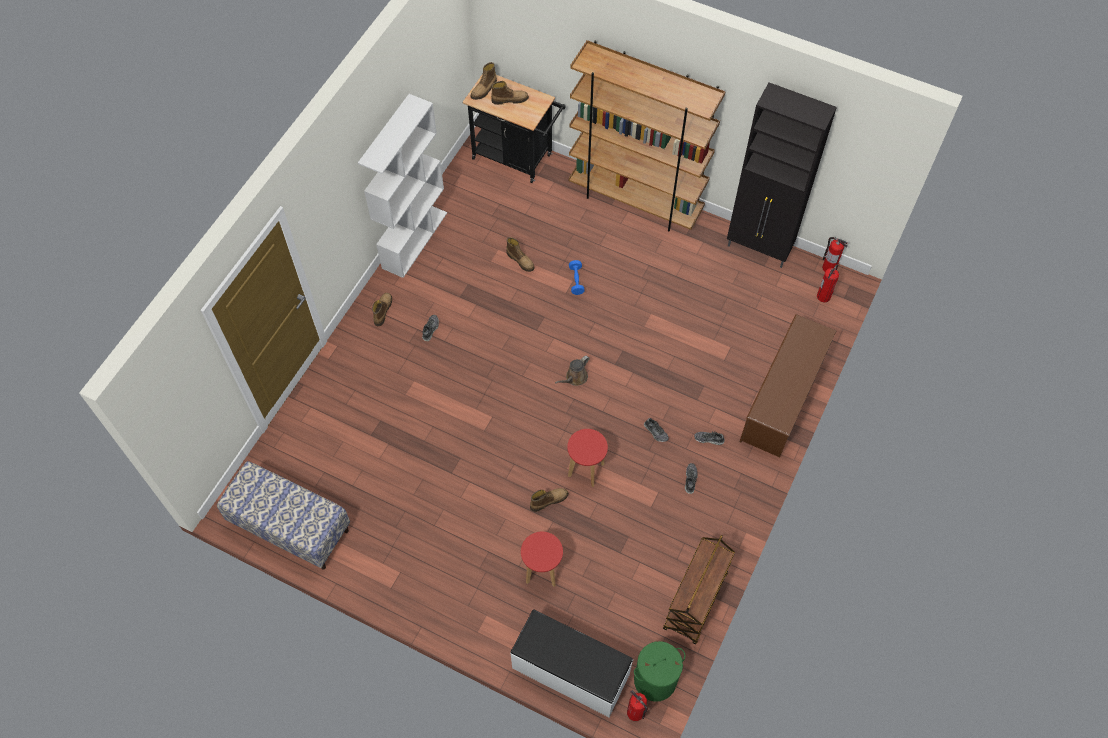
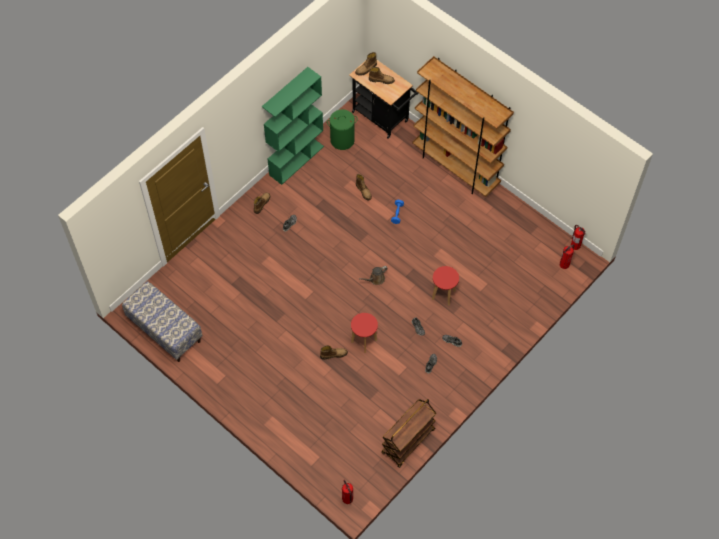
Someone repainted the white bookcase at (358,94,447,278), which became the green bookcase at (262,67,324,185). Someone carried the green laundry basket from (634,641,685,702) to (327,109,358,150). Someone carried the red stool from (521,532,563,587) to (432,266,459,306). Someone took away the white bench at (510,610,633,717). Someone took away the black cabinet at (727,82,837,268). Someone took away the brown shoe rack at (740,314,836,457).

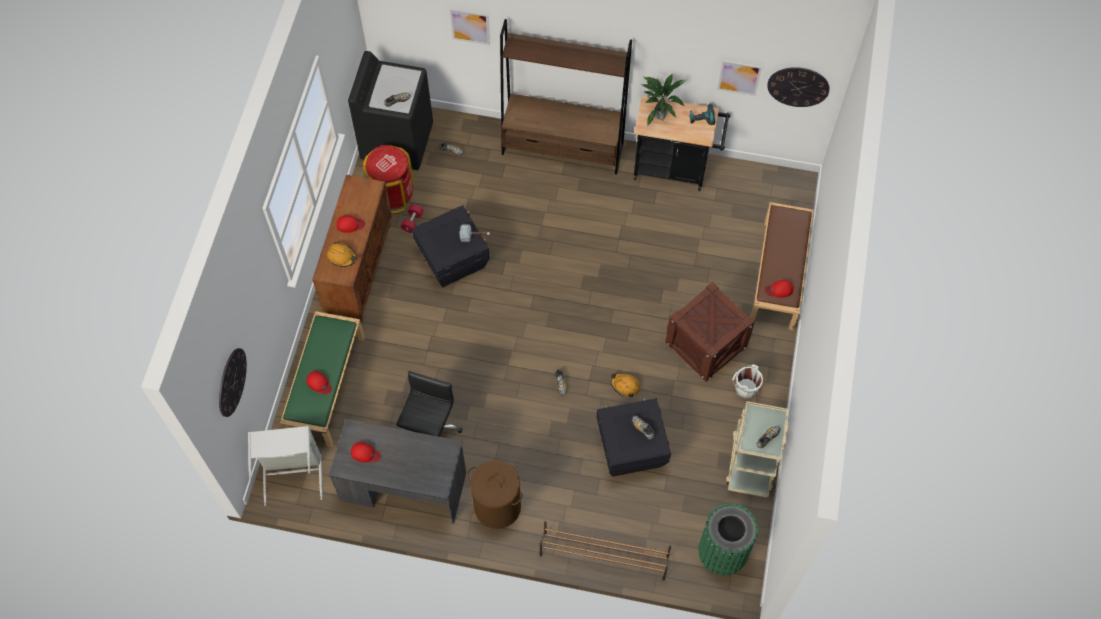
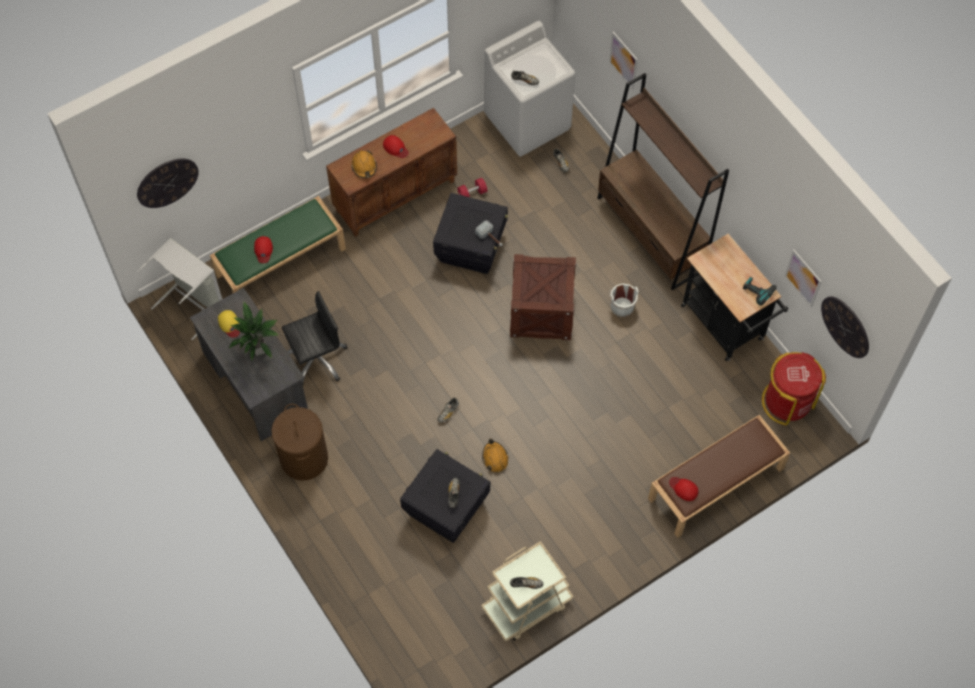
Someone repainted the red cap at (351,442,381,463), which became the yellow cap at (218,310,240,338). Someone carried the potted plant from (641,74,686,126) to (228,302,279,360). Someone repainted the black washing machine at (348,51,433,170), which became the white washing machine at (484,21,575,157). Someone carried the crate from (665,282,755,382) to (509,254,577,340). Someone carried the white bucket from (732,364,763,399) to (608,284,639,317). Someone carried the red trash can from (363,145,414,213) to (762,352,826,426). Someone took away the brown shoe rack at (540,521,671,581). Someone took away the green trash can at (698,503,758,576).

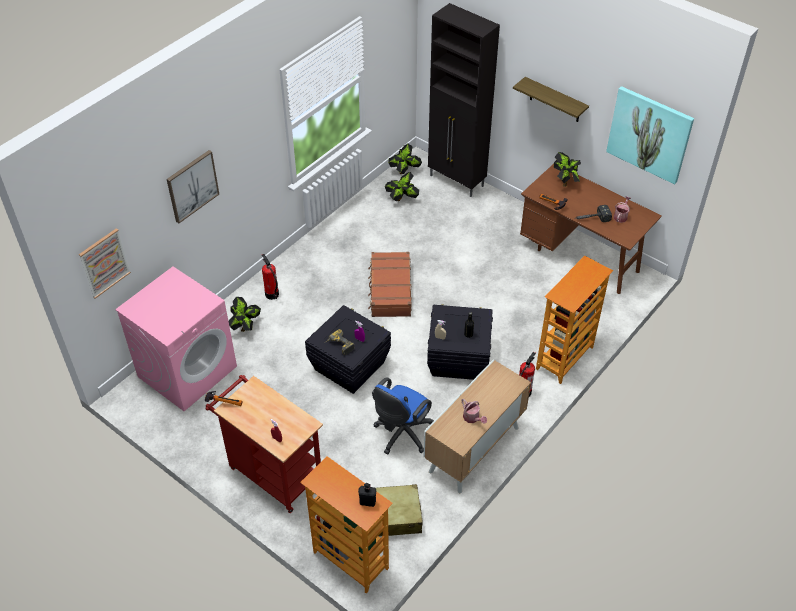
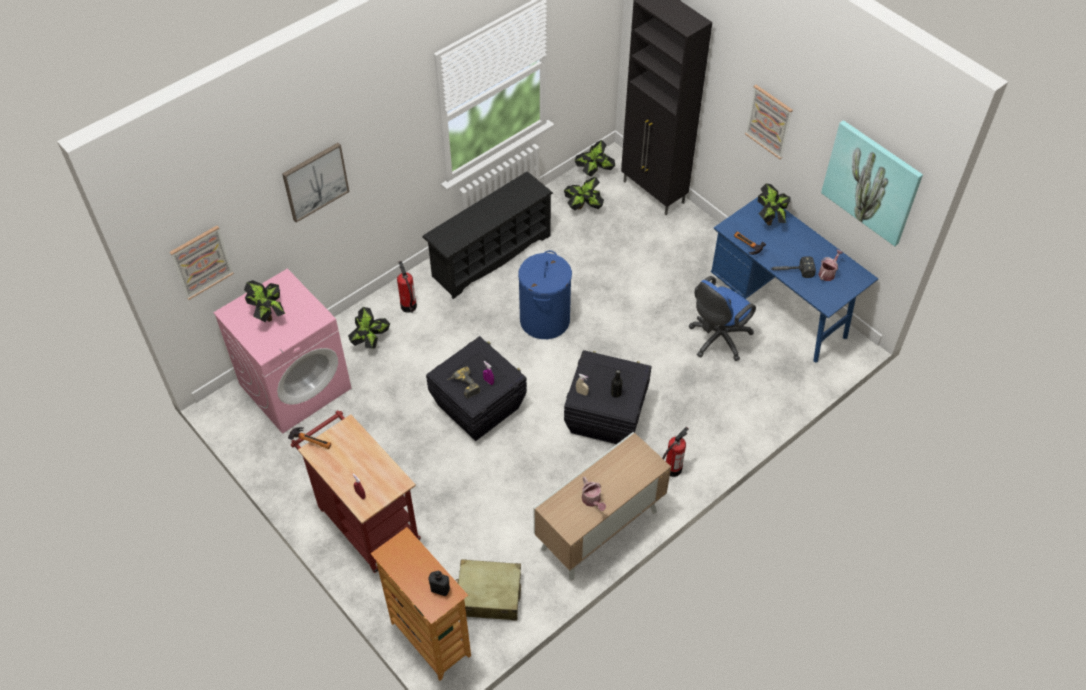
Someone put down the potted plant at (244,280,285,322). Someone put down the black shoe rack at (422,172,553,299). Someone swapped the brown suitcase at (368,252,412,317) for the blue laundry basket at (518,250,572,339). Someone carried the blue office chair from (372,377,434,454) to (689,276,756,361). Someone repainted the brown desk at (520,164,662,294), which became the blue desk at (711,197,878,363). Someone swapped the shelf at (513,77,589,122) for the picture at (745,85,793,159). Someone took away the bookcase at (536,255,613,384).

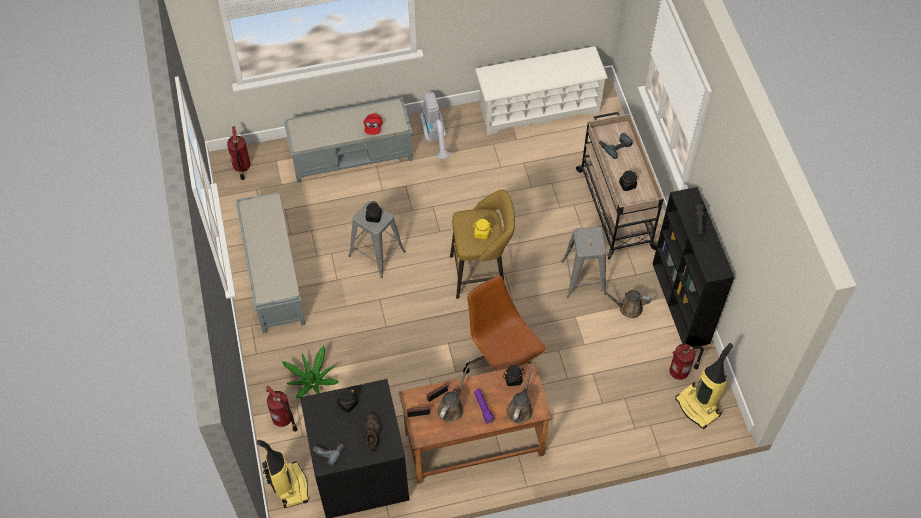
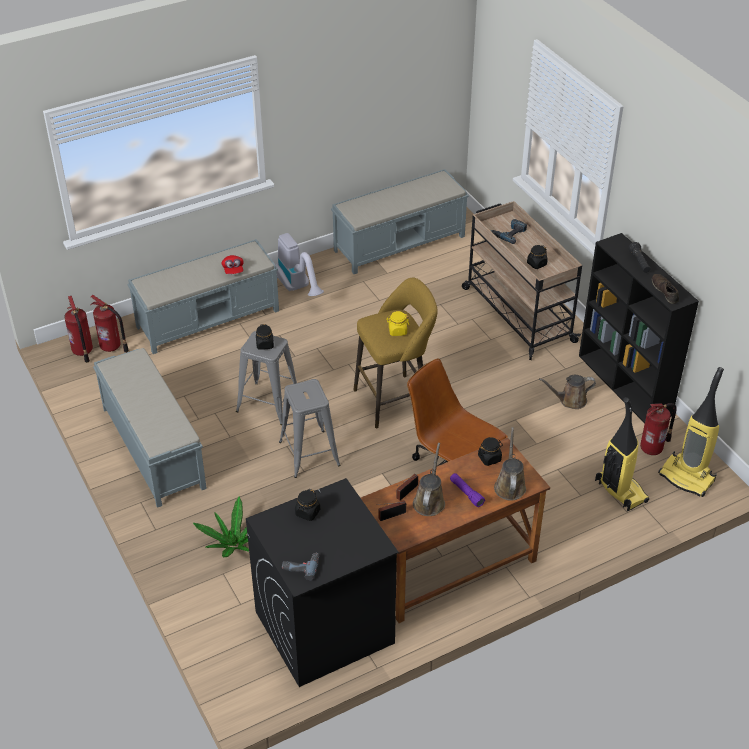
Someone carried the fire extinguisher from (266,385,298,432) to (91,295,129,353). Someone carried the grey stool from (562,227,606,298) to (279,379,341,478). Someone swapped the white shoe rack at (475,46,608,135) for the grey bench at (331,169,469,274). Someone carried the vacuum cleaner from (257,440,309,508) to (595,397,649,511). Someone carried the brown shoe from (366,413,381,452) to (652,274,679,304).

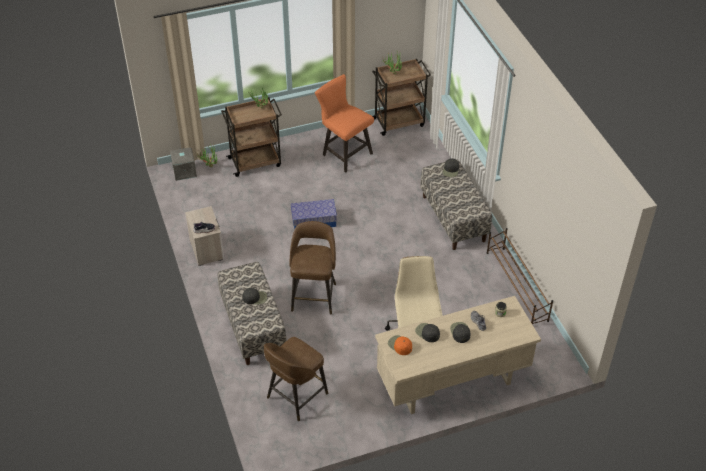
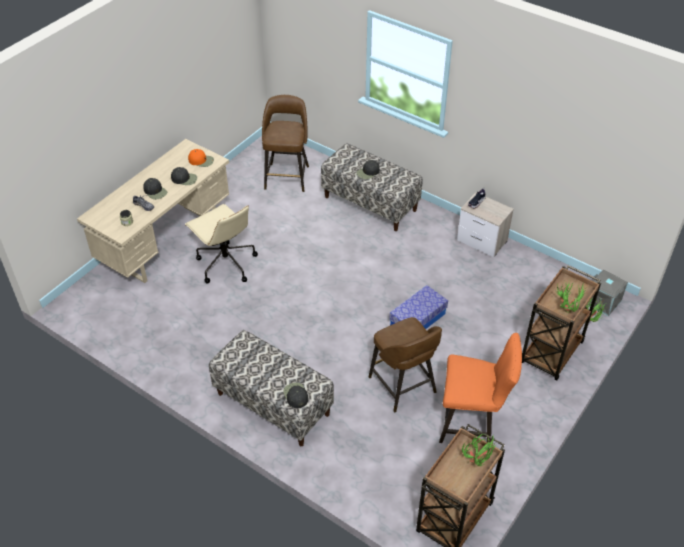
Someone carried the brown stool from (290,221,336,314) to (369,317,442,412). Someone took away the brown shoe rack at (487,228,553,324).

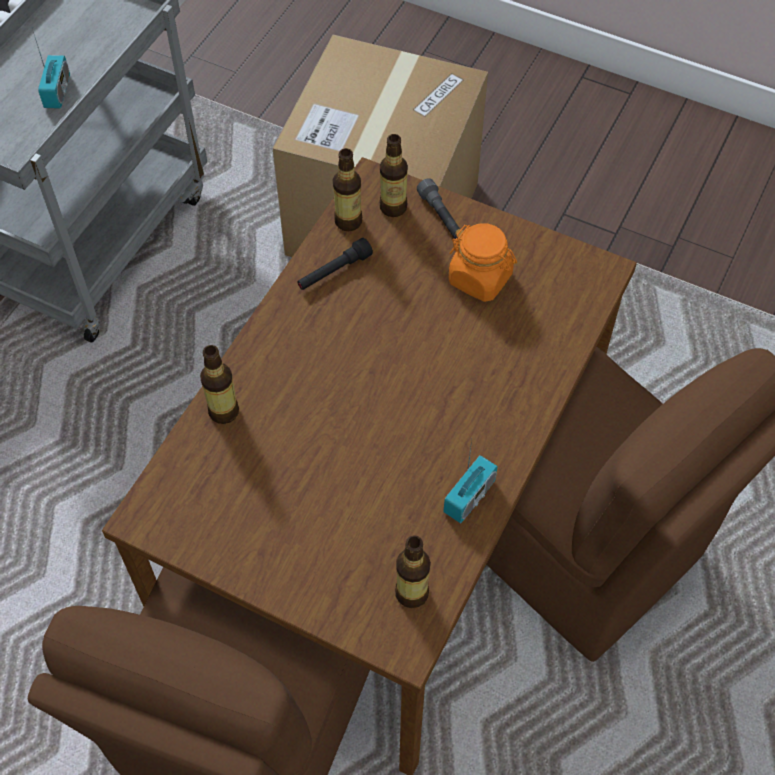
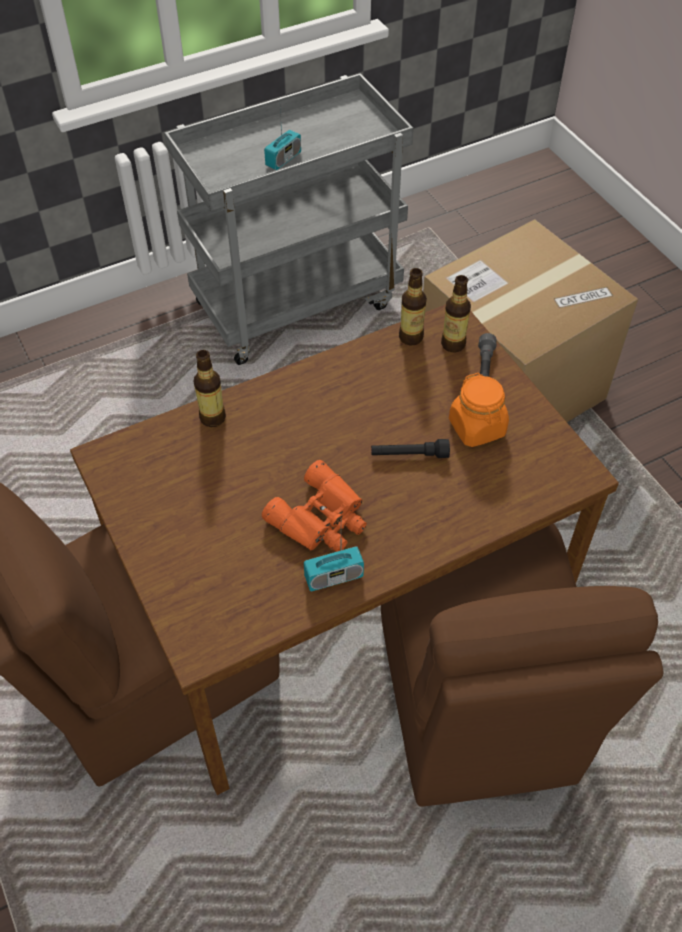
Someone put down the orange binoculars at (262,460,367,552). Someone carried the black flashlight from (297,238,373,290) to (371,439,450,458). Someone took away the bottle at (395,535,431,608).

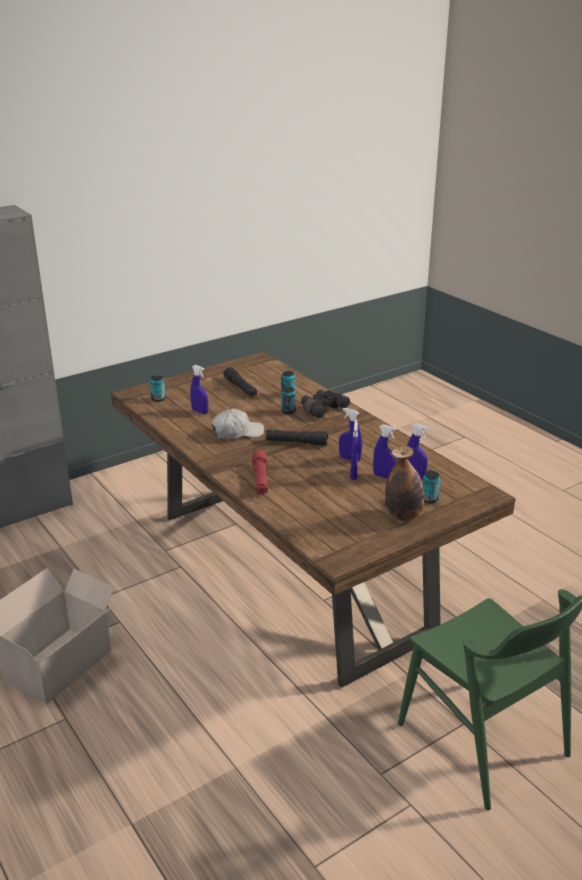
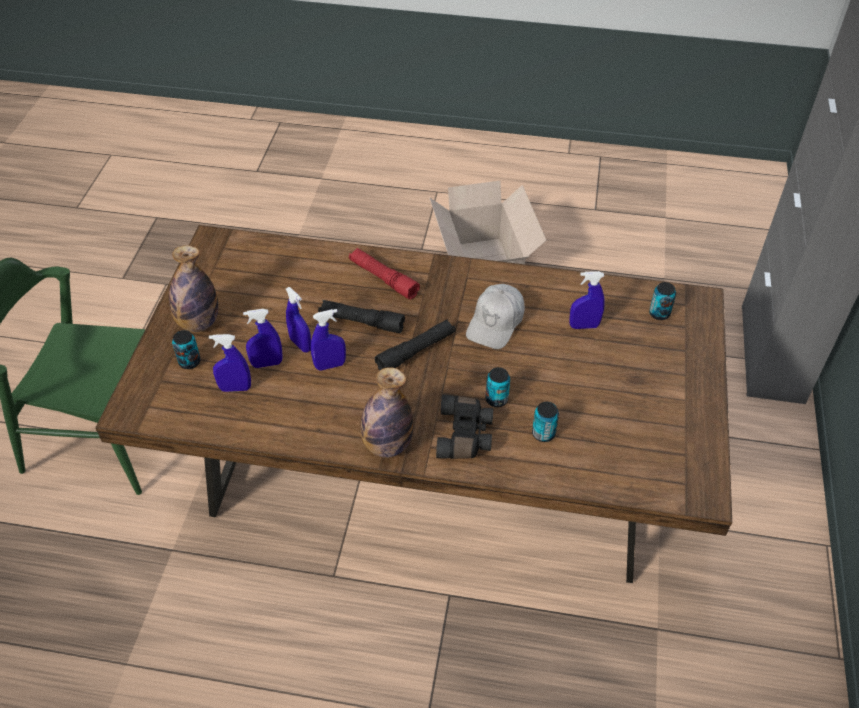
Someone carried the black flashlight from (223,367,257,397) to (318,300,405,333). Someone put down the bottle at (360,367,413,458).

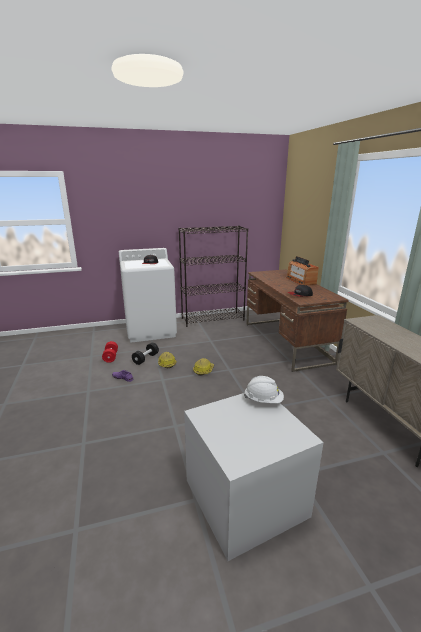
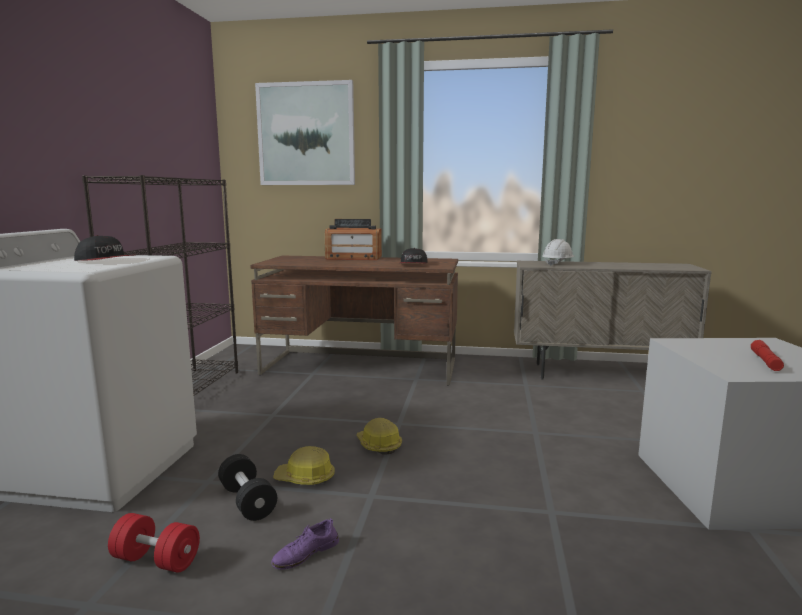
Someone put up the picture at (255,80,355,185). Someone carried the white hard hat from (244,376,284,403) to (542,239,574,266). Someone put down the red flashlight at (751,340,784,371).

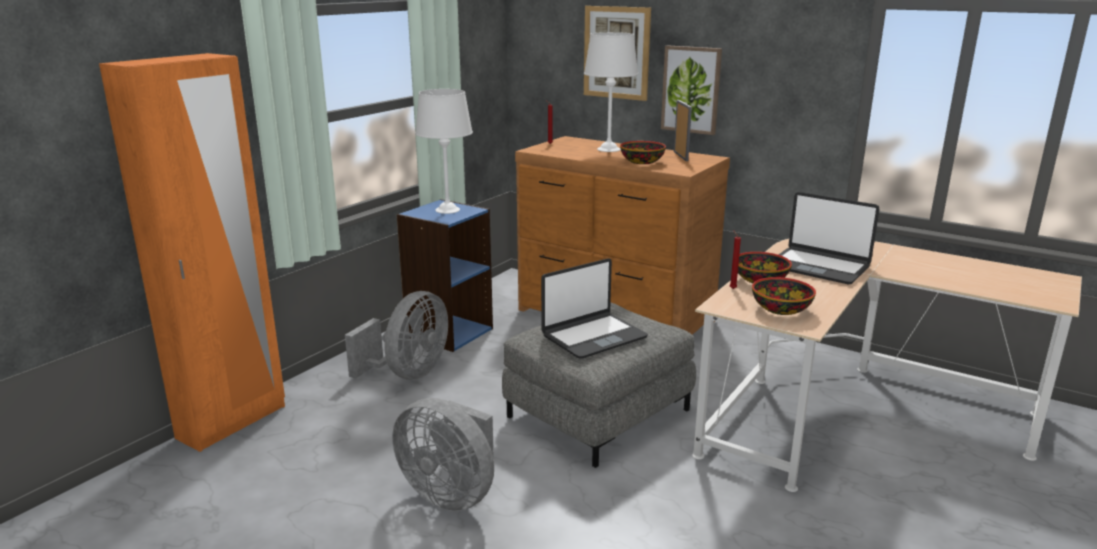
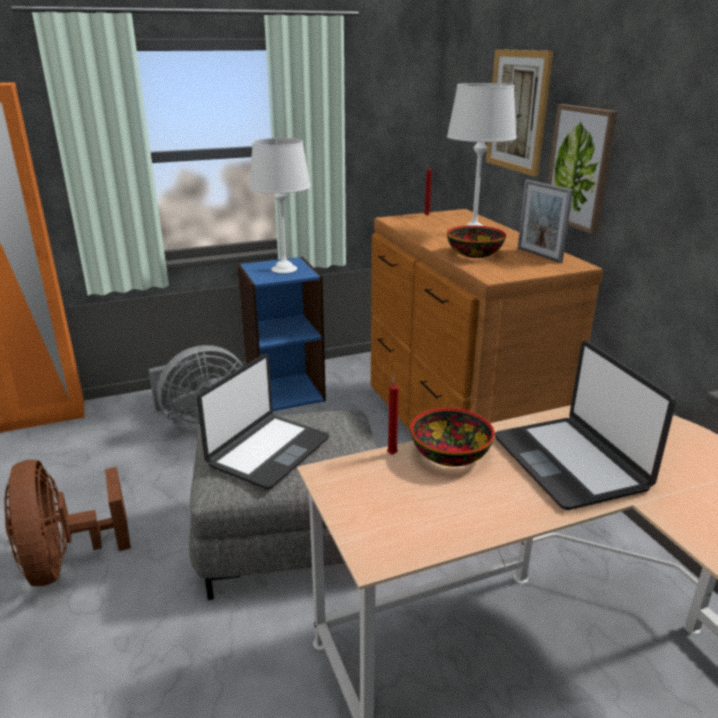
Someone repainted the grey fan at (392,398,494,511), which became the brown fan at (4,460,131,586). Someone rotated the laptop at (541,258,648,359) by 60 degrees counterclockwise. Someone rotated the picture frame at (674,100,692,161) by 120 degrees clockwise. Someone took away the bowl at (752,277,816,315).

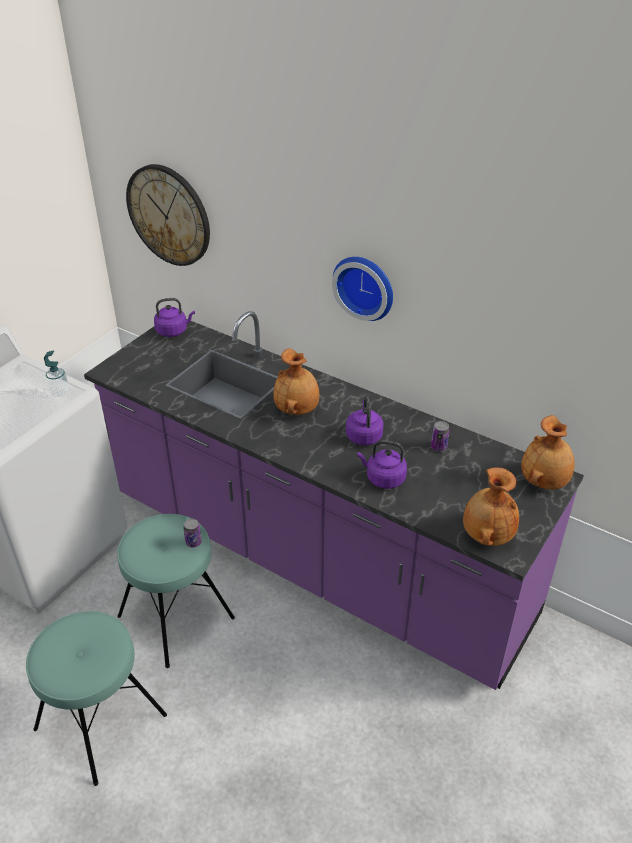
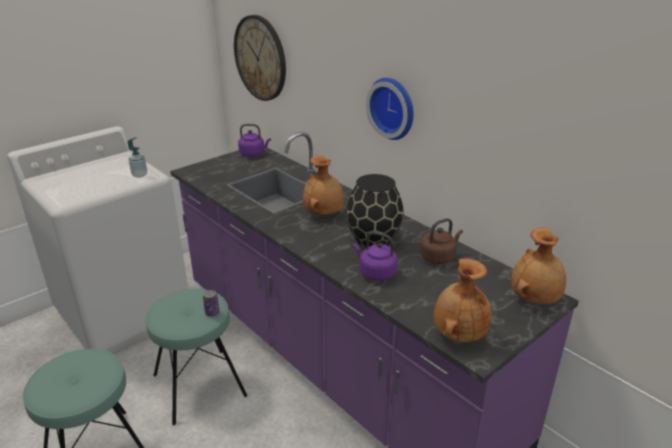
Someone swapped the purple kettle at (346,396,384,445) for the black vase at (346,174,404,247). Someone swapped the can at (431,421,450,451) for the brown kettle at (420,218,463,264).

